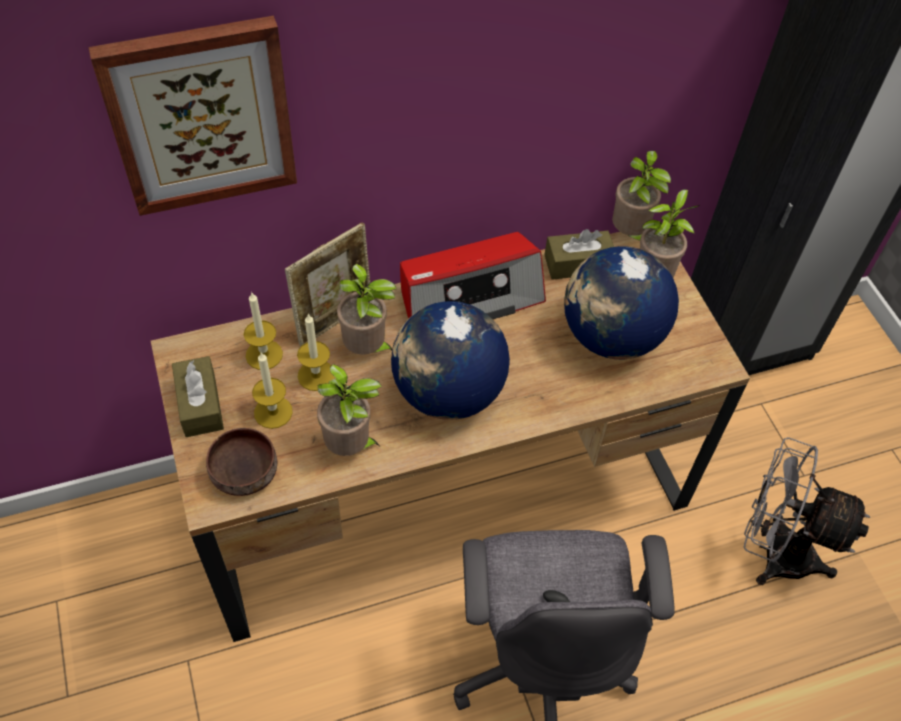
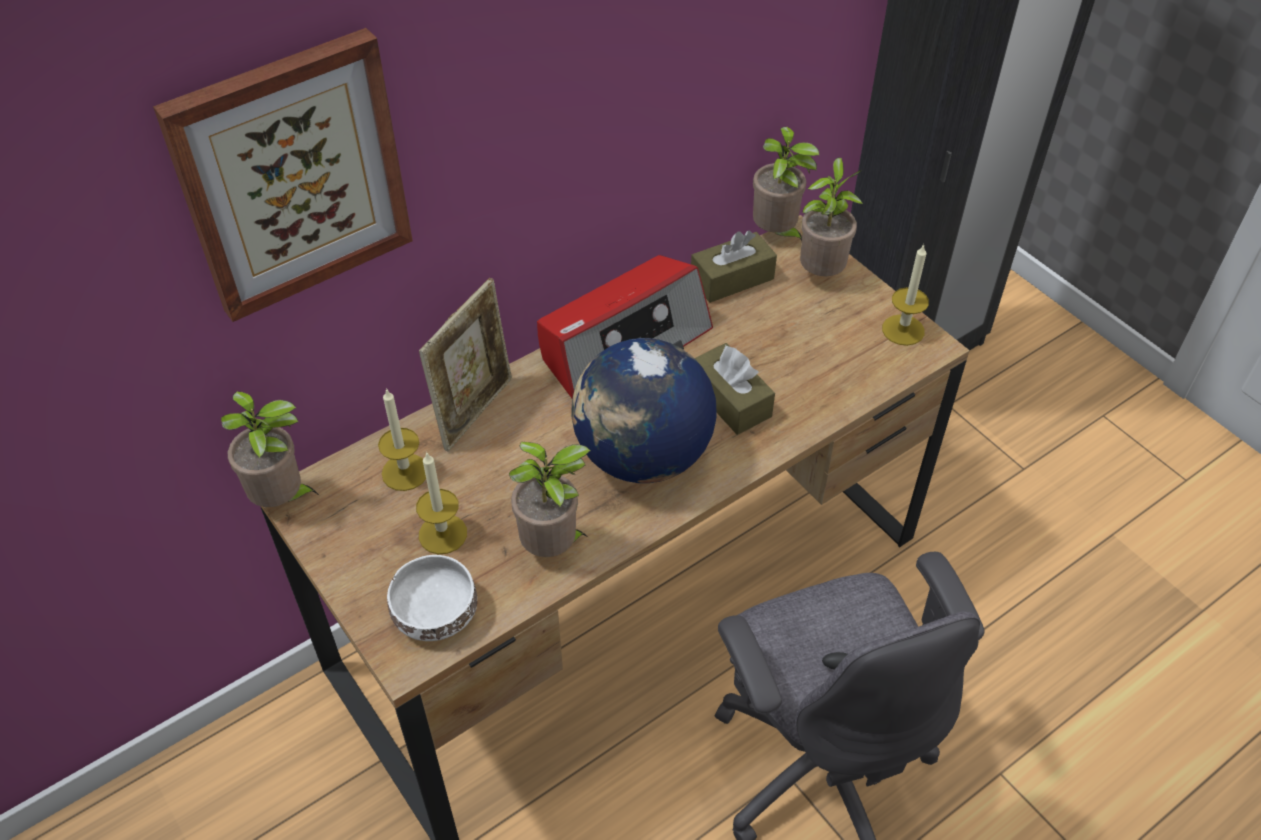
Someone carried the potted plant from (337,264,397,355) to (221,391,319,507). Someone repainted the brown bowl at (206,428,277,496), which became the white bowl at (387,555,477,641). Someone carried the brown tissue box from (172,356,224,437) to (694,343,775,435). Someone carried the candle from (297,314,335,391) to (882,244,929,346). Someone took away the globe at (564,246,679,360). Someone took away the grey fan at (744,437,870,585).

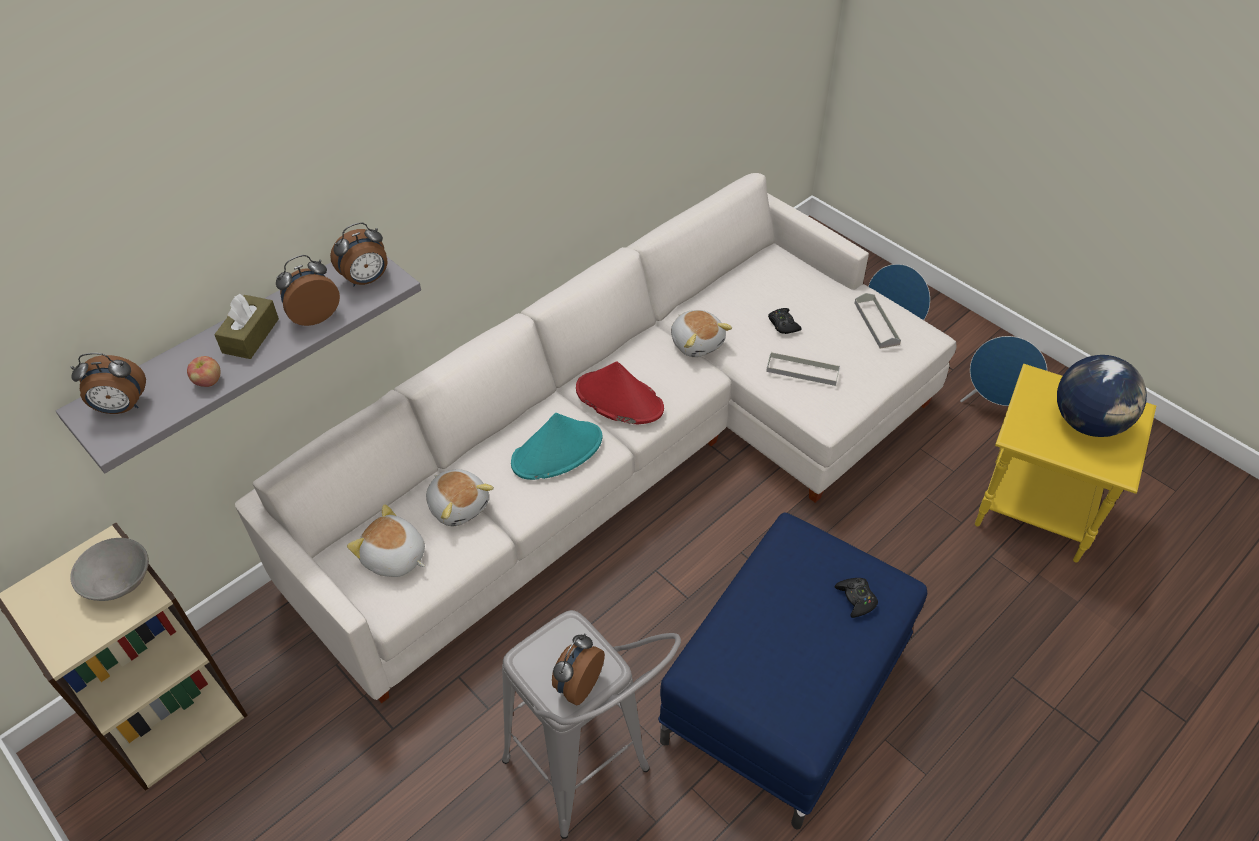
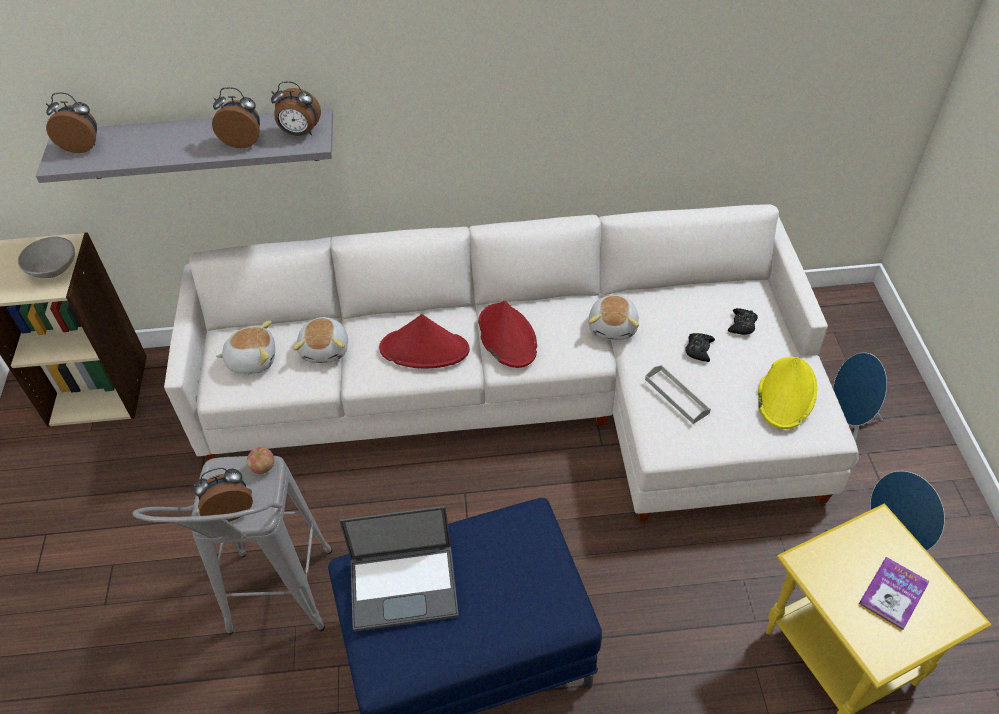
Someone rotated the alarm clock at (71,353,146,414) by 150 degrees clockwise. Someone rotated the plush toy at (347,504,425,577) by 105 degrees clockwise. Someone carried the apple from (187,356,221,387) to (247,447,274,474). Someone put down the laptop at (339,506,459,632). Someone repainted the turquoise hat at (511,413,603,480), which became the red hat at (379,314,470,368). Someone carried the black game controller from (835,578,878,618) to (728,308,758,335). Someone swapped the grey tray at (854,293,901,349) for the yellow hat at (758,357,817,429). Someone swapped the globe at (1057,355,1147,437) for the book at (859,557,930,630). Someone took away the brown tissue box at (214,294,279,359).

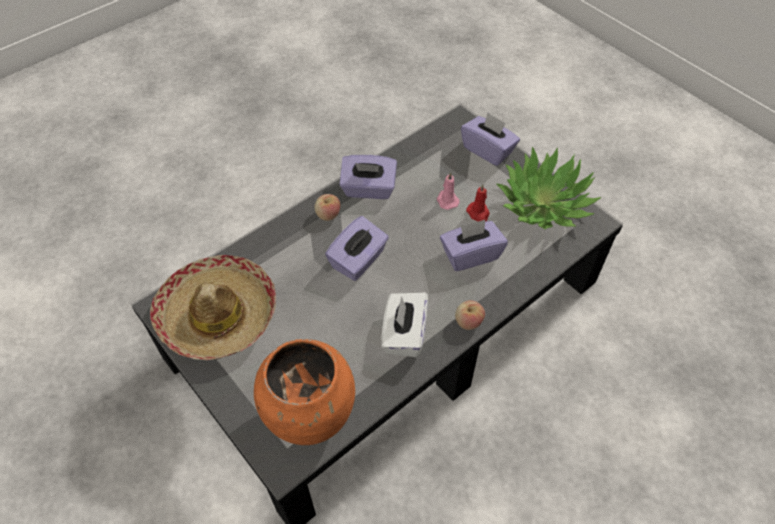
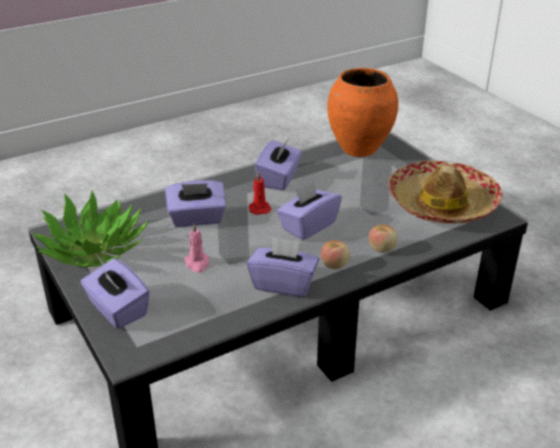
Someone carried the red candle from (466,184,490,221) to (249,172,272,215). Someone repainted the white tissue box at (382,293,428,357), which became the purple tissue box at (255,140,302,190). Someone carried the apple from (455,300,485,330) to (369,225,398,253).

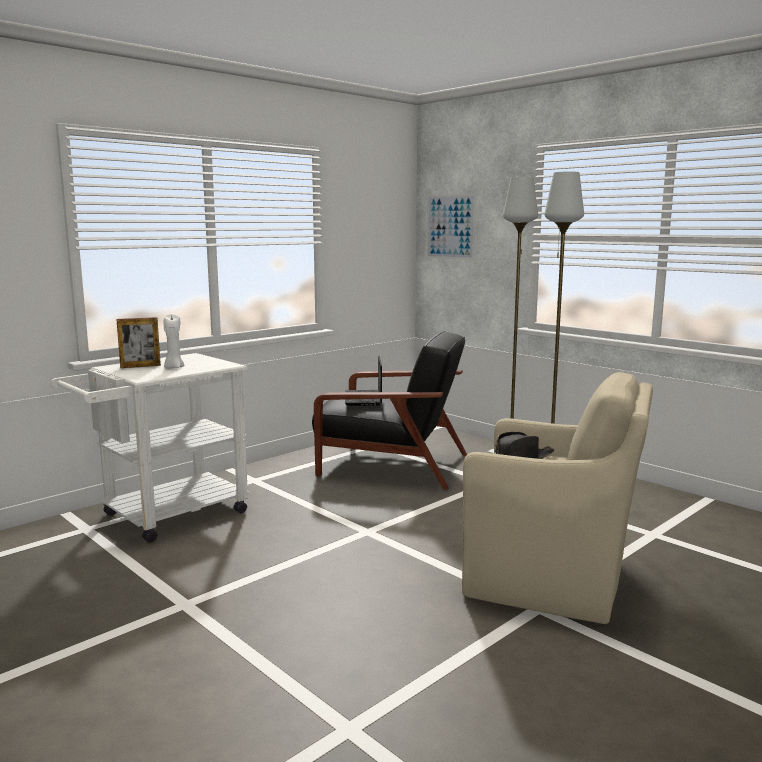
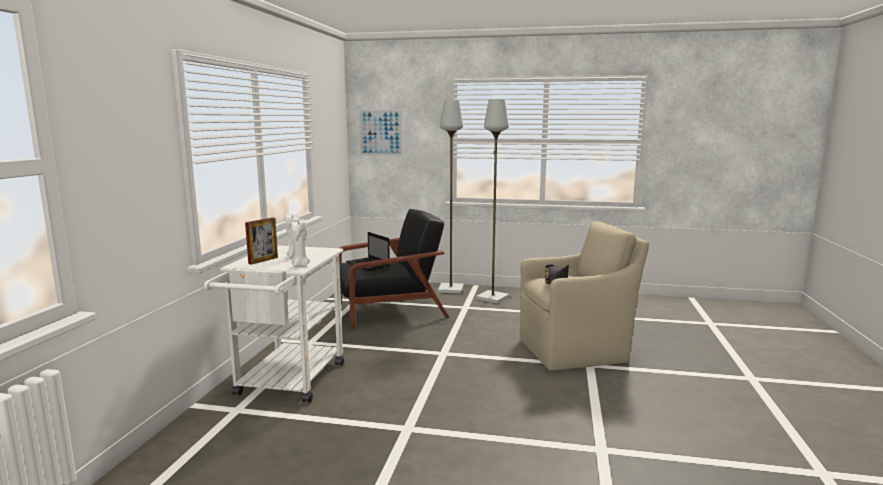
Someone put down the white candle at (291,219,310,267).

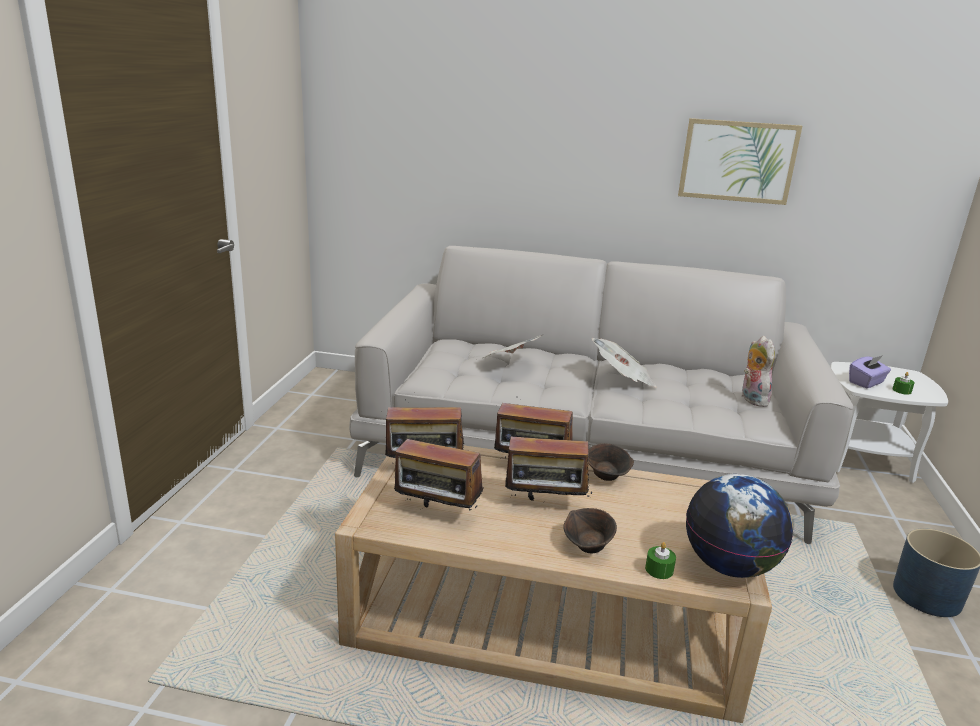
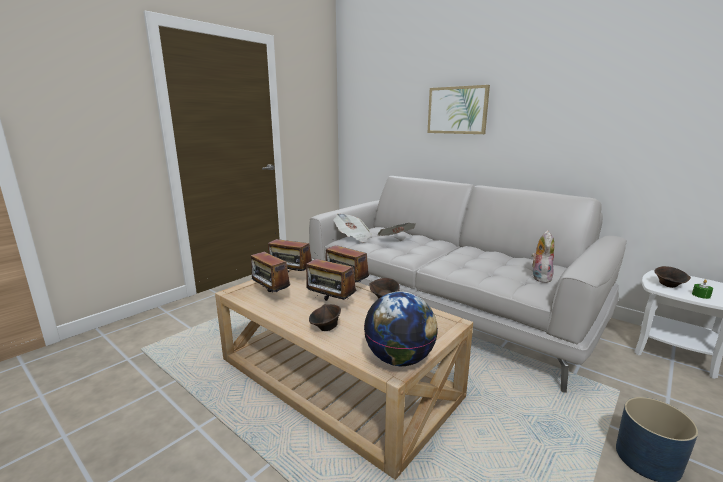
Someone carried the newspaper from (592,338,657,388) to (333,213,372,242). Someone carried the picture from (678,118,802,205) to (428,85,490,134). Someone swapped the purple tissue box at (849,355,891,388) for the brown bowl at (655,266,691,288). Someone took away the green candle at (645,542,676,579).

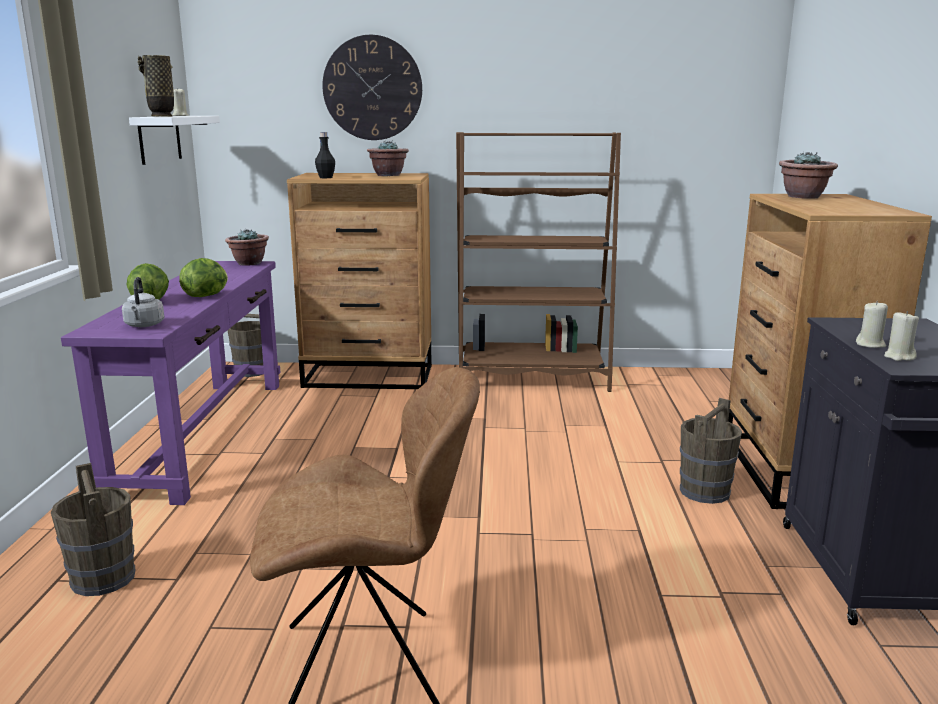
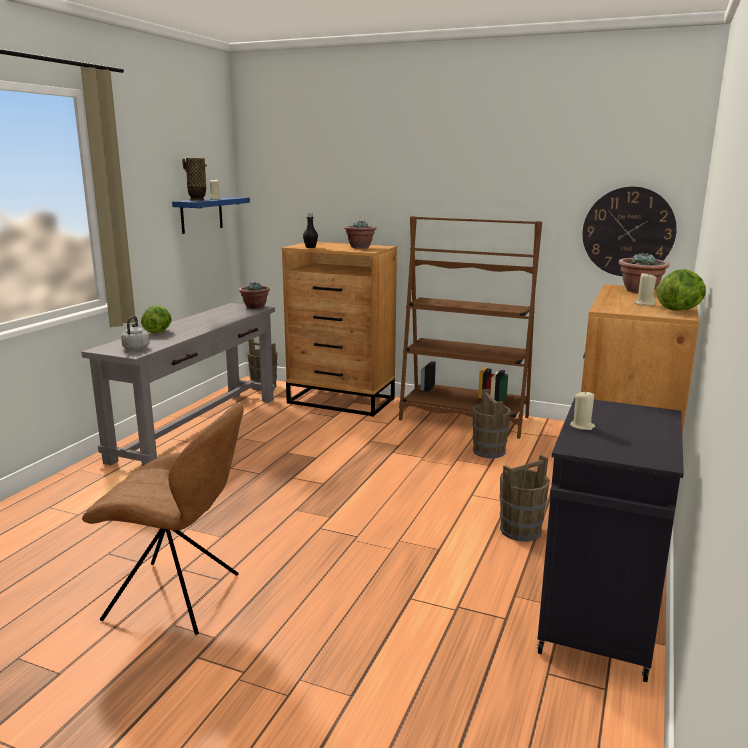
Someone repainted the purple console table at (61,261,281,505), which became the grey console table at (81,303,275,466). Someone repainted the white shelf at (129,116,220,165), which became the blue shelf at (172,197,250,234). Someone carried the brown bucket from (51,463,135,596) to (472,389,511,458). Someone carried the wall clock from (322,35,422,140) to (583,187,677,276). Someone carried the beige candle from (884,311,919,361) to (634,272,656,306). Someone carried the lettuce from (179,258,228,297) to (656,269,706,311).

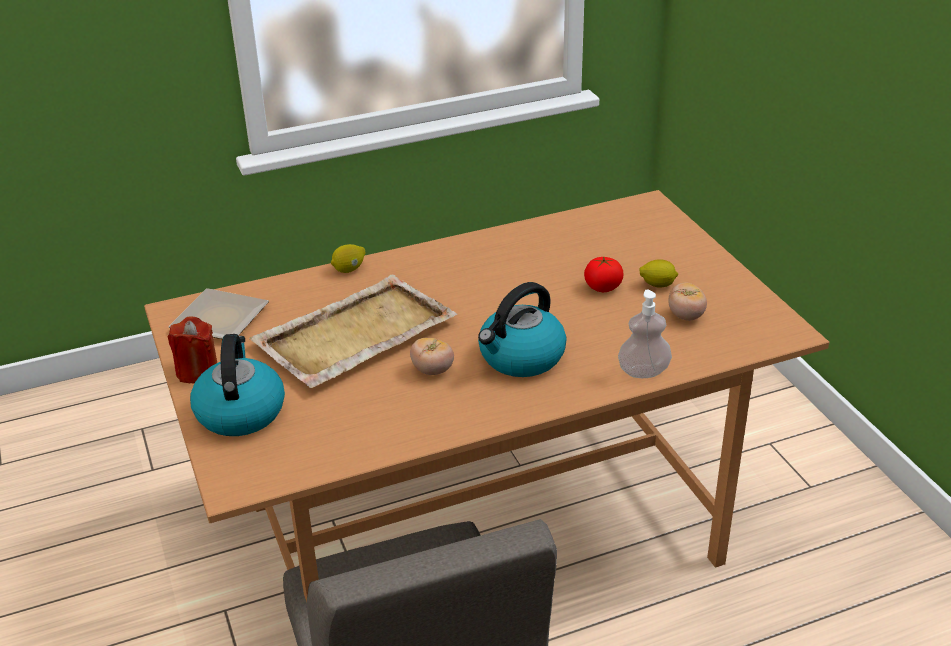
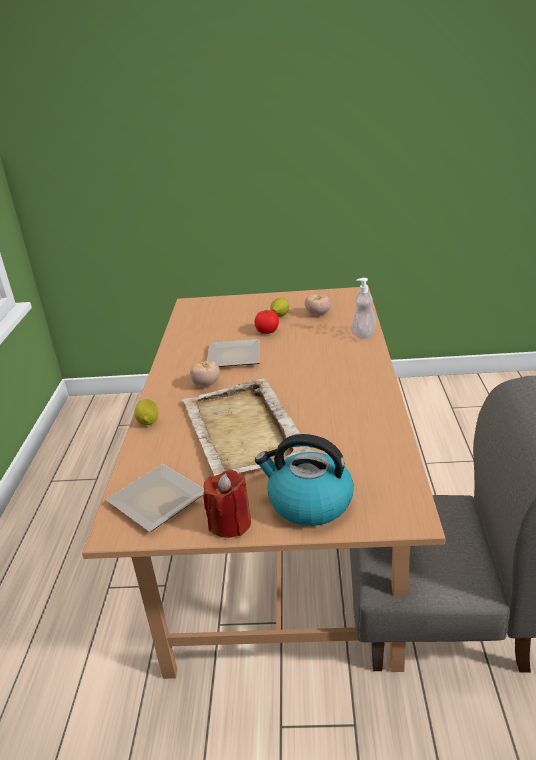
Someone carried the tomato from (410,338,454,375) to (190,360,220,386). Someone put down the plate at (207,339,260,367). Someone took away the kettle at (478,282,567,377).

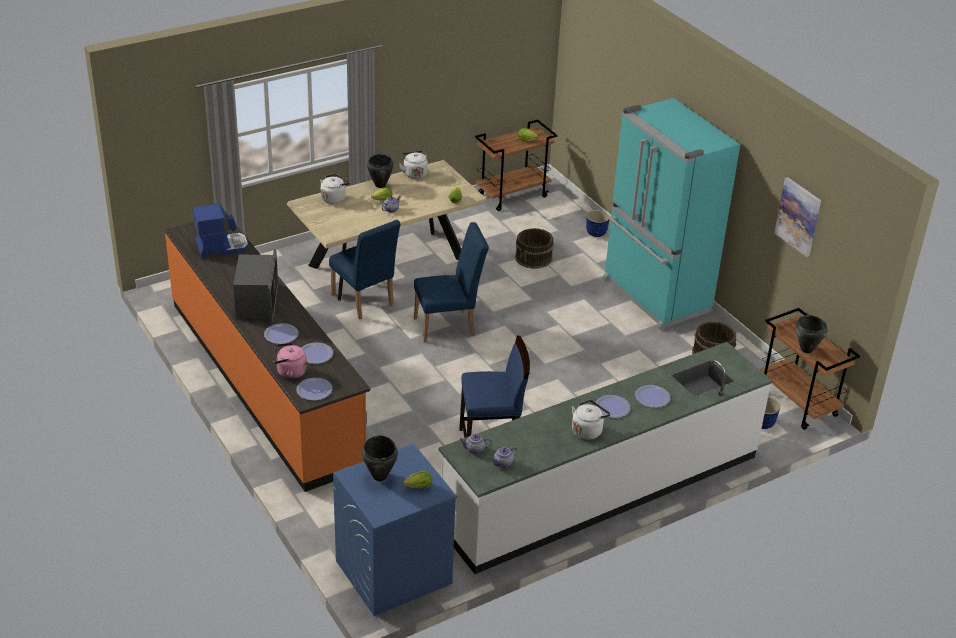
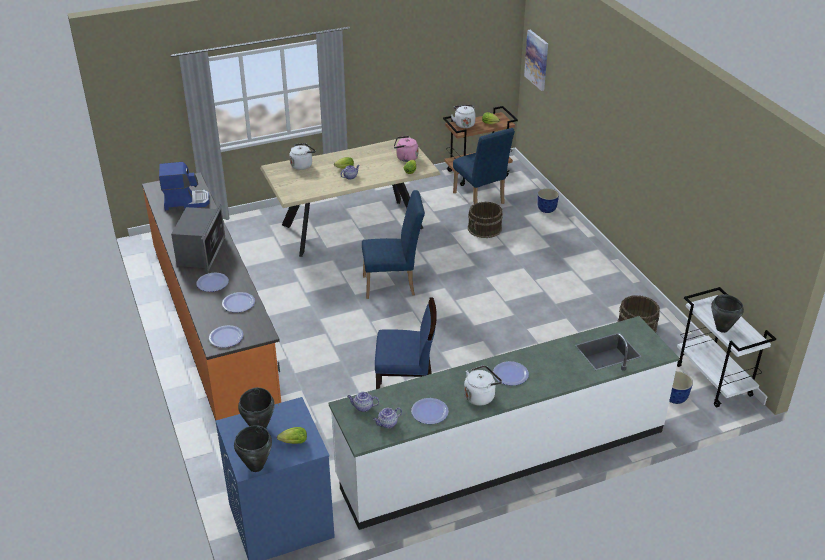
Someone carried the black cooking pot from (367,154,394,188) to (234,425,272,472). Someone carried the pink kettle from (273,343,307,379) to (394,136,418,162). Someone carried the plate from (635,385,670,408) to (411,398,449,424). Someone carried the white kettle from (399,151,428,179) to (451,105,476,128). Someone carried the blue chair from (329,220,401,319) to (453,128,515,204). Someone carried the picture from (774,177,821,257) to (524,30,548,91). Someone repainted the brown cart at (759,308,860,430), which became the white cart at (677,287,776,407). Someone took away the turquoise fridge at (603,98,740,330).

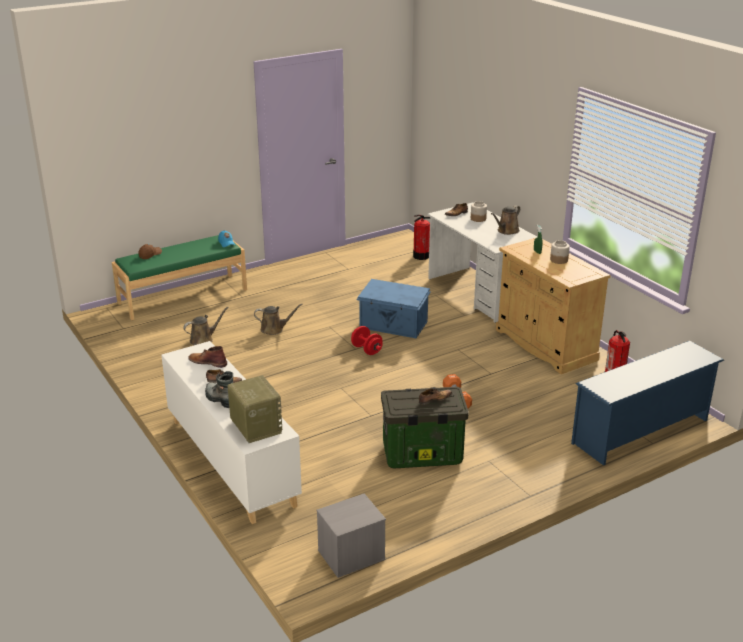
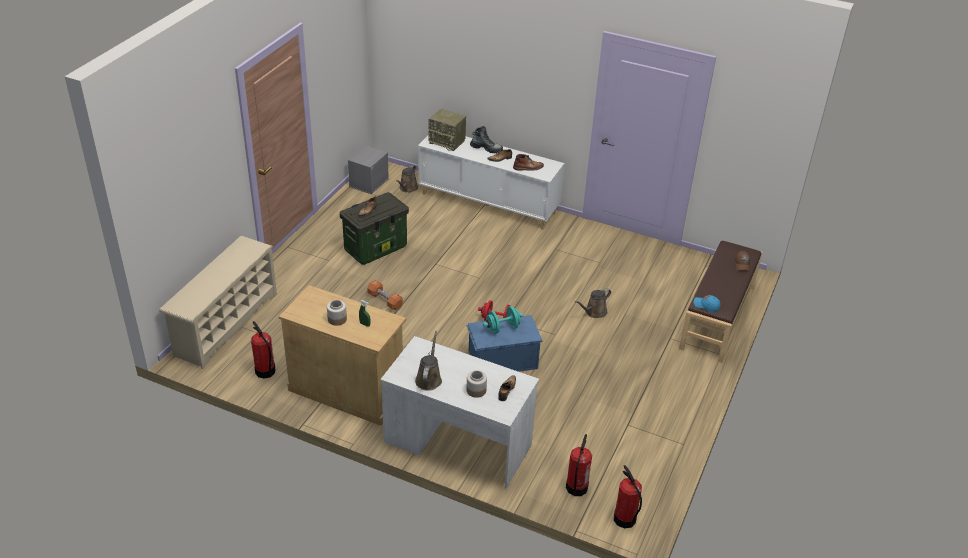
Someone repainted the blue shoe rack at (571,341,724,466), which became the beige shoe rack at (159,236,277,369). Someone carried the brown watering can from (183,307,229,345) to (396,165,418,193). Someone put down the turquoise dumbbell at (483,306,523,334). Someone put down the fire extinguisher at (614,465,642,528). Someone repainted the green bench at (112,235,247,320), which became the brown bench at (679,240,763,363).

